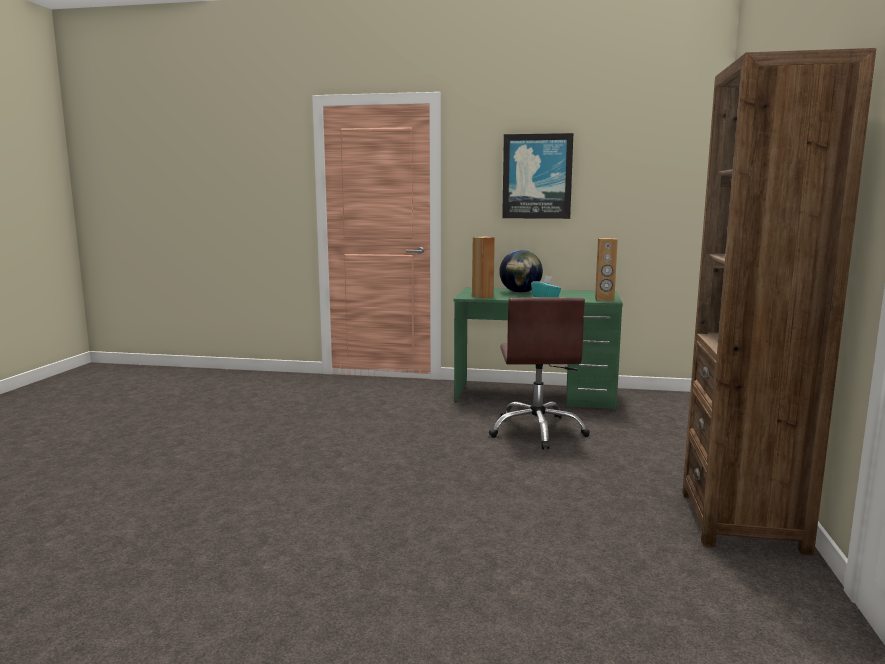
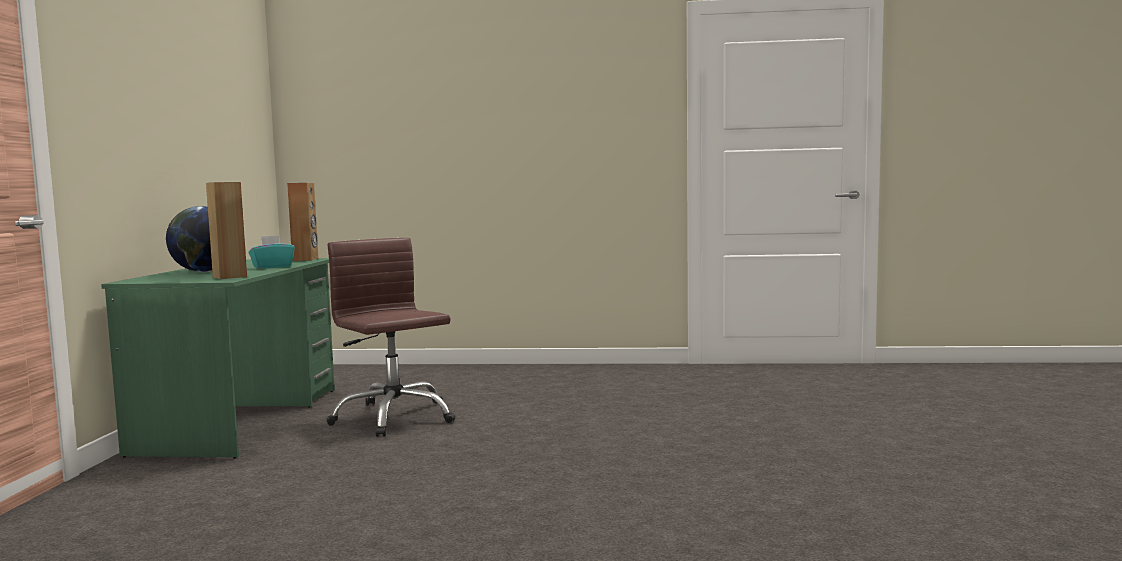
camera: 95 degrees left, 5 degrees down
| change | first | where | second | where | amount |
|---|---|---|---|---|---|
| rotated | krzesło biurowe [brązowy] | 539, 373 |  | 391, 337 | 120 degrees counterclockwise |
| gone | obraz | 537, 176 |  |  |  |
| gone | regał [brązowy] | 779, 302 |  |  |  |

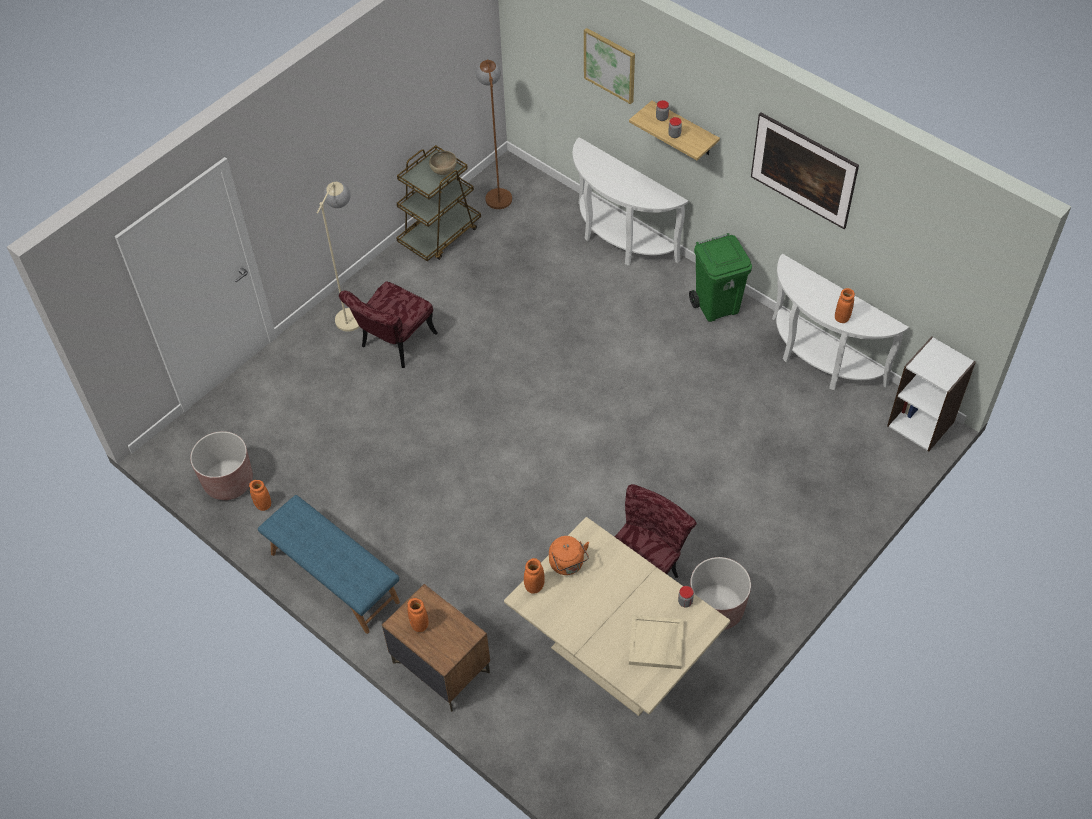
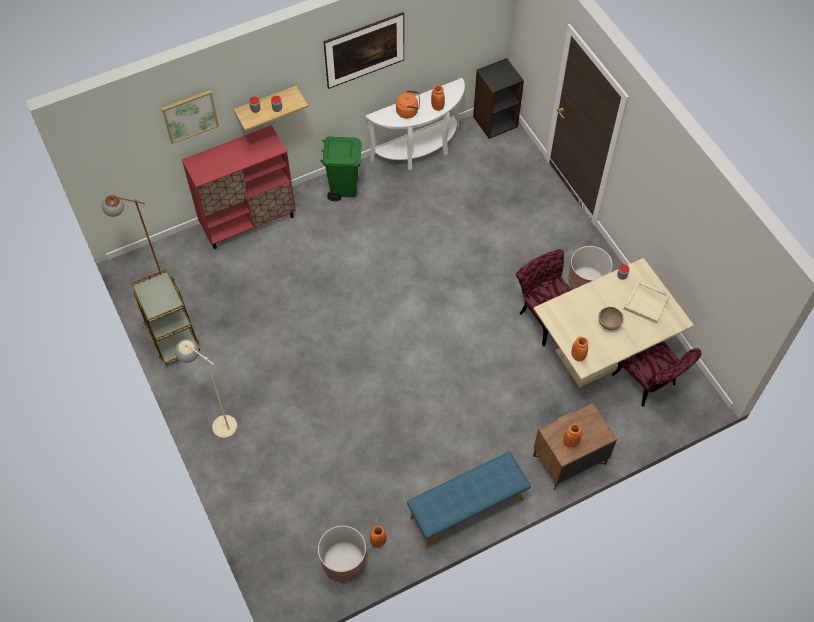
camera: 70 degrees left, 5 degrees up
| change | first | where | second | where | amount |
|---|---|---|---|---|---|
| swapped | stolik konsolowy [biały] | 630, 201 | szafka [czerwony] | 239, 187 |  |
| shifted | czajnik [pomarańczowy] | 569, 555 |  | 408, 104 |  |
| repainted | regał [biały] | 931, 394 | regał [czarny] | 498, 98 |  |
| shifted | miska [brązowy] | 443, 163 |  | 610, 318 |  |
| shifted | krzesło [czerwony] | 388, 324 |  | 657, 373 |  |

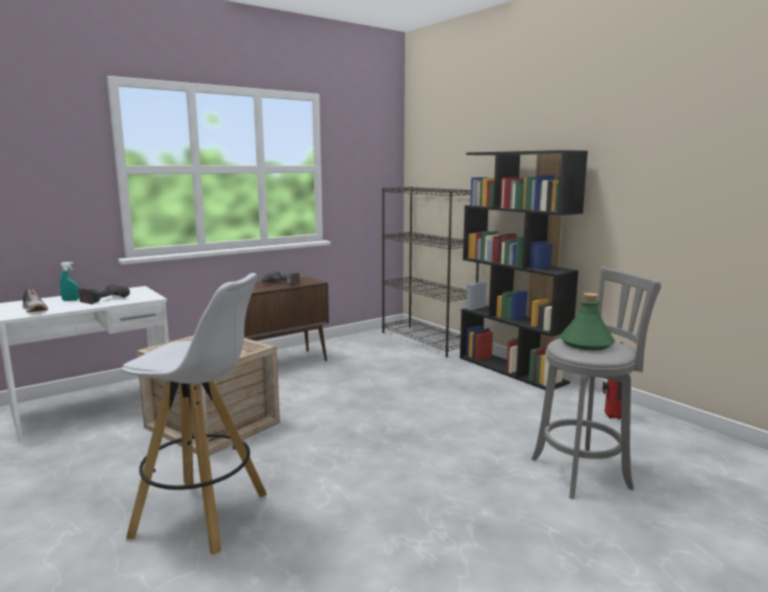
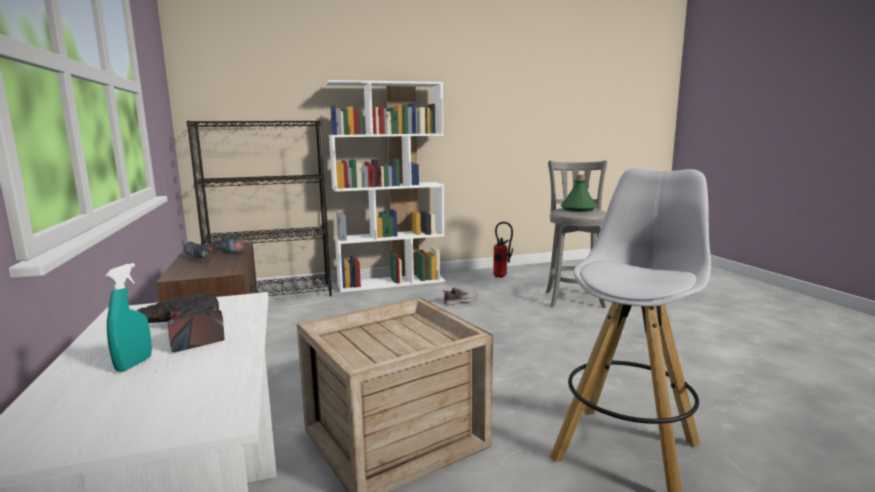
camera: 70 degrees left, 0 degrees up
| change | first | where | second | where | amount |
|---|---|---|---|---|---|
| repainted | regał [czarny] | 524, 270 | regał [biały] | 385, 186 |  |
| shifted | but | 35, 300 |  | 460, 296 |  |

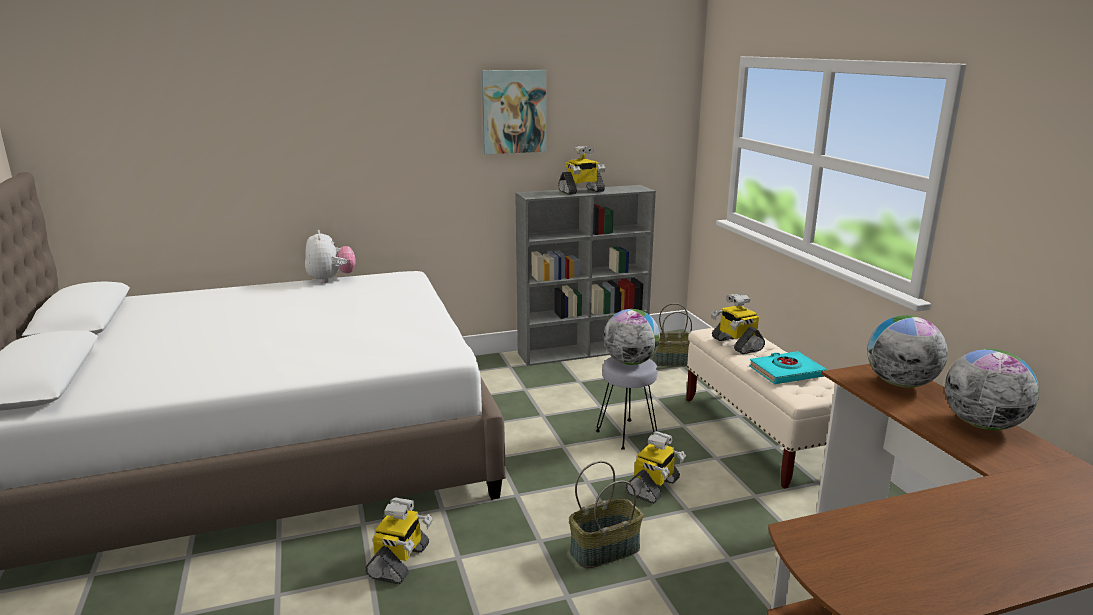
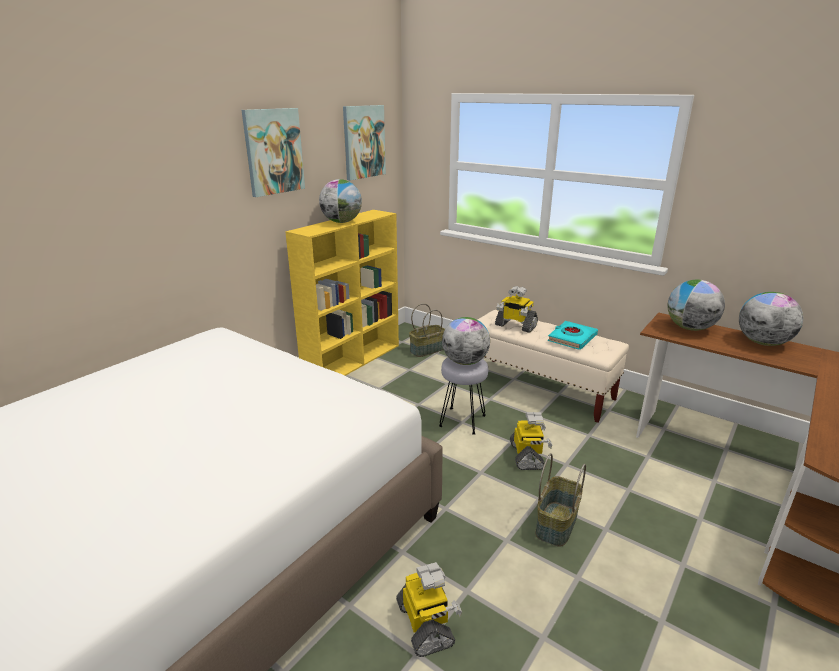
camera: 35 degrees left, 5 degrees up
| change | first | where | second | where | amount |
|---|---|---|---|---|---|
| repainted | regał [szary] | 585, 275 | regał [żółty] | 342, 293 |  |
| swapped | robot zabawkowy | 581, 170 | globus | 340, 201 |  |
| new |  |  | obraz | 364, 142 |  |
| gone | pluszak | 330, 256 |  |  |  |

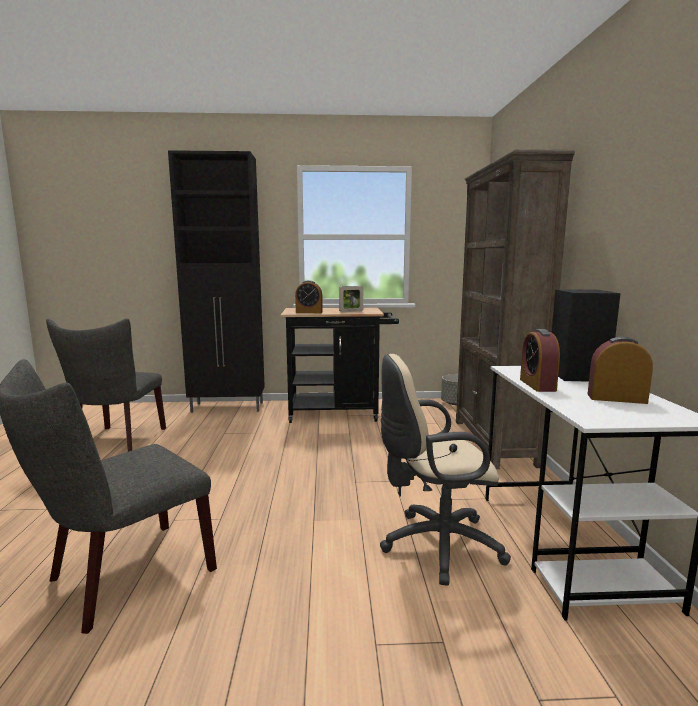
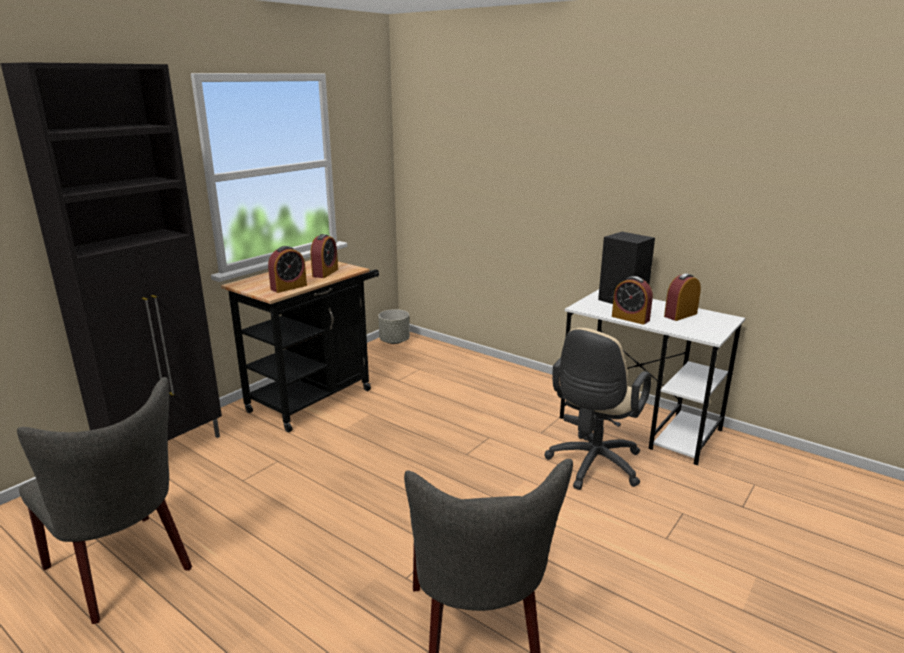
camera: 50 degrees left, 10 degrees up
| change | first | where | second | where | amount |
|---|---|---|---|---|---|
| swapped | ramka na zdjęcie | 351, 299 | budzik | 324, 256 |  |
| gone | regał [brązowy] | 515, 309 |  |  |  |

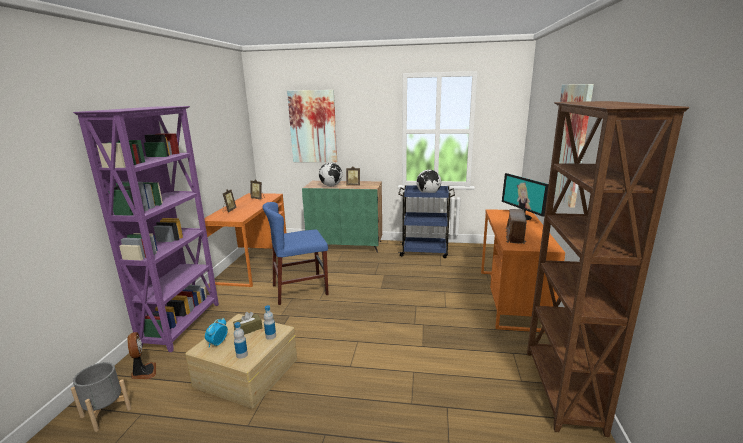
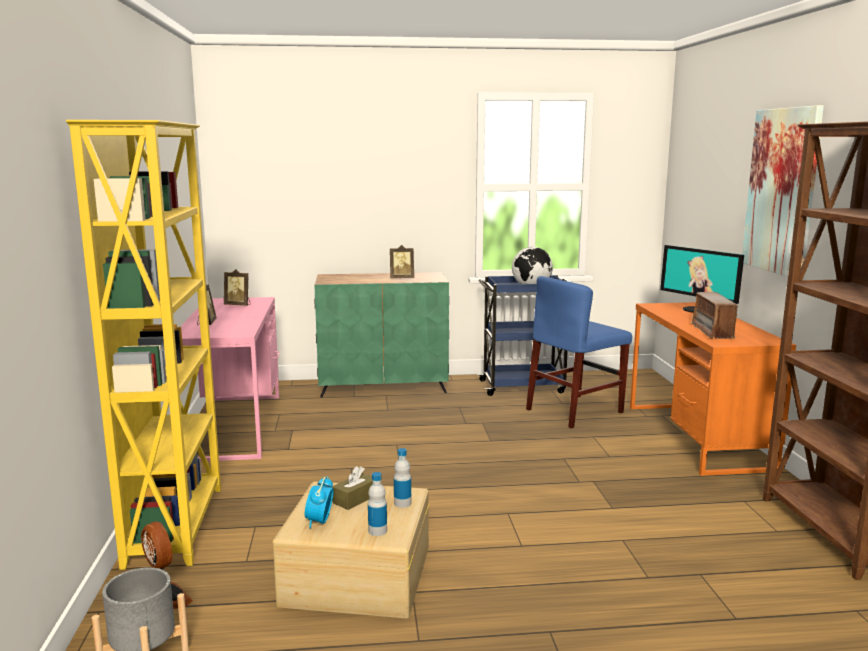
camera: 15 degrees left, 5 degrees down
| change | first | where | second | where | amount |
|---|---|---|---|---|---|
| repainted | regał [fioletowy] | 146, 229 | regał [żółty] | 143, 345 |  |
| repainted | biurko [pomarańczowy] | 245, 240 | biurko [różowy] | 230, 379 |  |
| shifted | krzesło [niebieski] | 295, 253 |  | 579, 352 |  |
| gone | obraz | 312, 126 |  |  |  |
| gone | globus | 330, 174 |  |  |  |

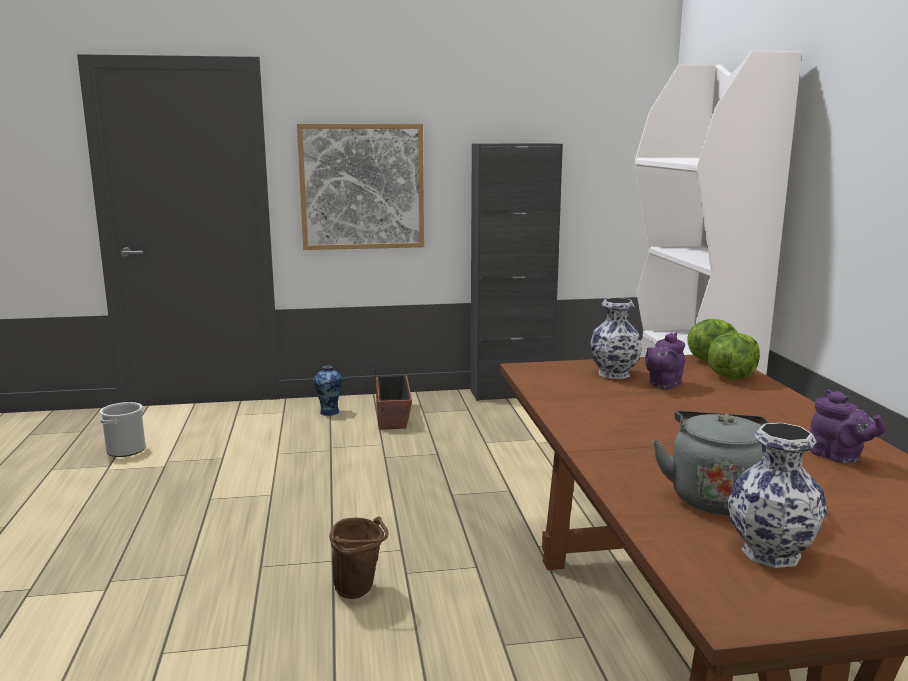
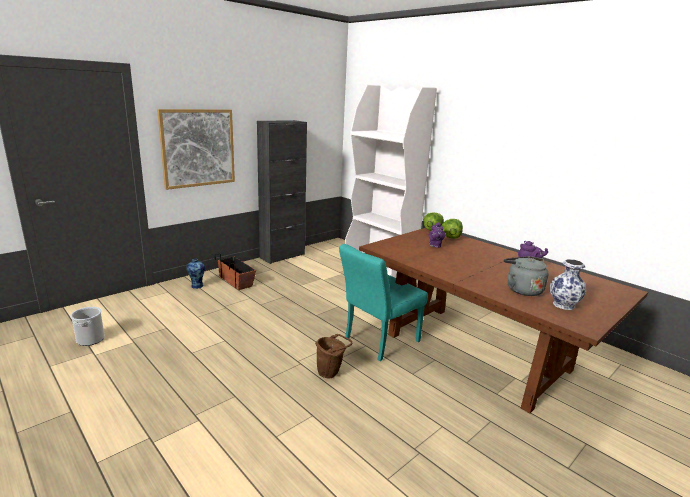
camera: 35 degrees left, 5 degrees up
| change | first | where | second | where | amount |
|---|---|---|---|---|---|
| new |  |  | krzesło [turkusowy] | 383, 302 |  |
| gone | wazon | 616, 338 |  |  |  |

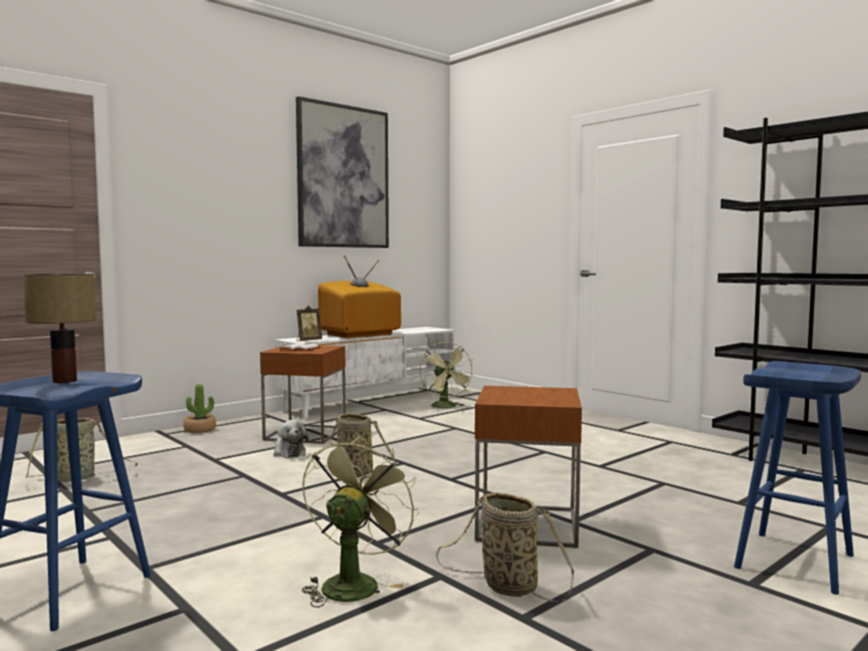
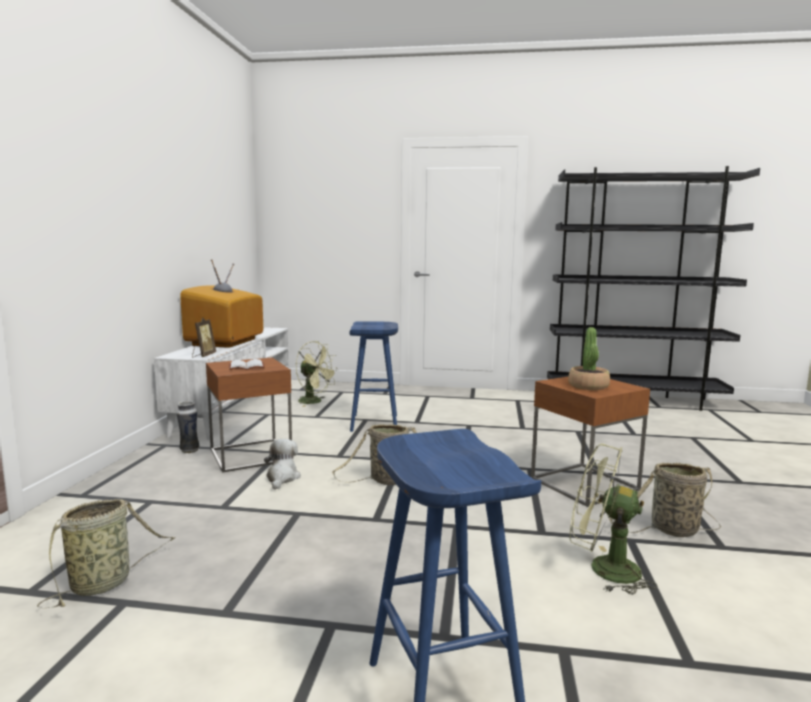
camera: 40 degrees left, 5 degrees up
| change | first | where | second | where | amount |
|---|---|---|---|---|---|
| new |  |  | wazon | 187, 427 |  |
| rotated | pluszak | 291, 439 |  | 282, 464 | 105 degrees counterclockwise |
| shifted | stołek [niebieski] | 797, 478 |  | 374, 376 |  |
| shifted | roślina doniczkowa | 199, 408 |  | 589, 358 |  |
| rotated | wentylator [zielony] | 360, 521 |  | 613, 519 | 45 degrees counterclockwise |
| gone | lampa stołowa | 60, 328 |  |  |  |
| gone | obraz | 342, 172 |  |  |  |

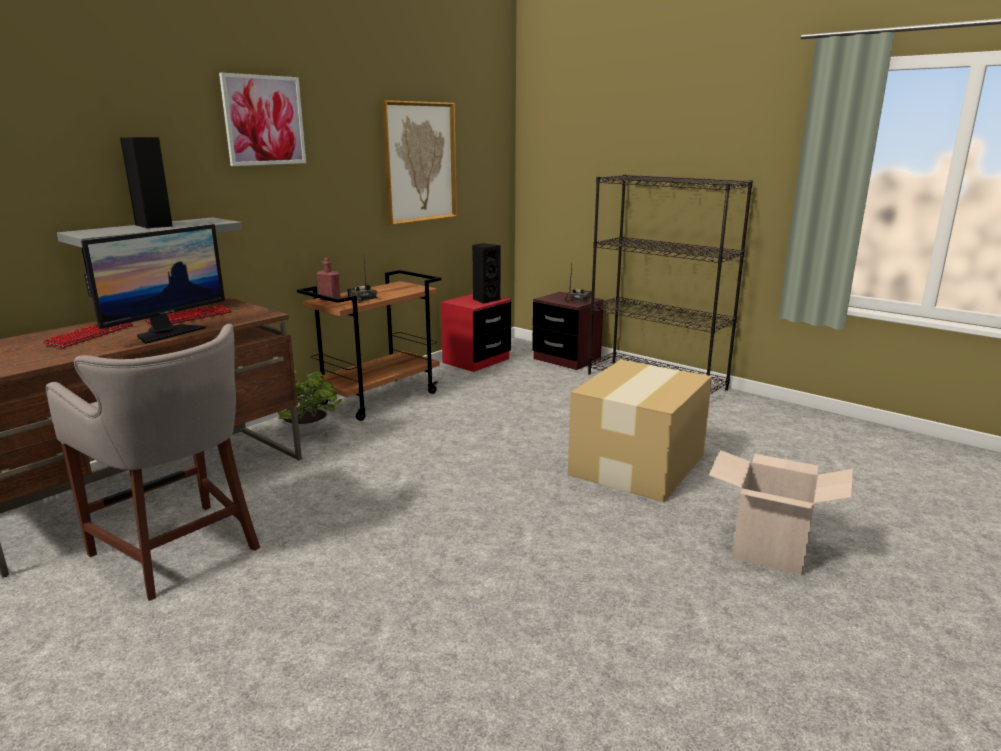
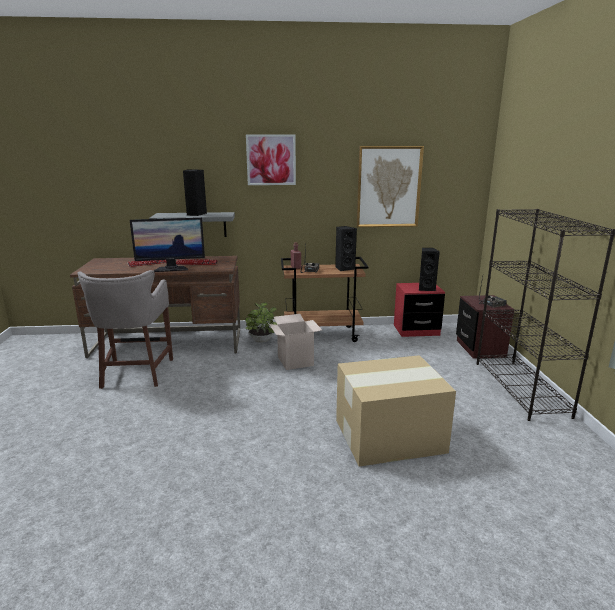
camera: 45 degrees right, 0 degrees up
| change | first | where | second | where | amount |
|---|---|---|---|---|---|
| shifted | karton | 781, 513 |  | 295, 342 |  |
| new |  |  | głośnik [czarny] | 346, 248 |  |

